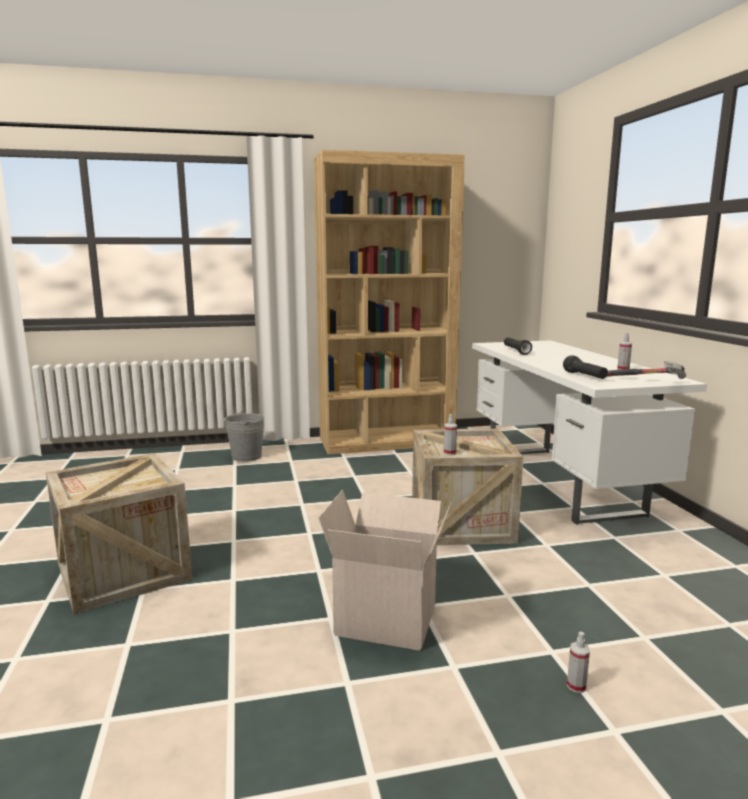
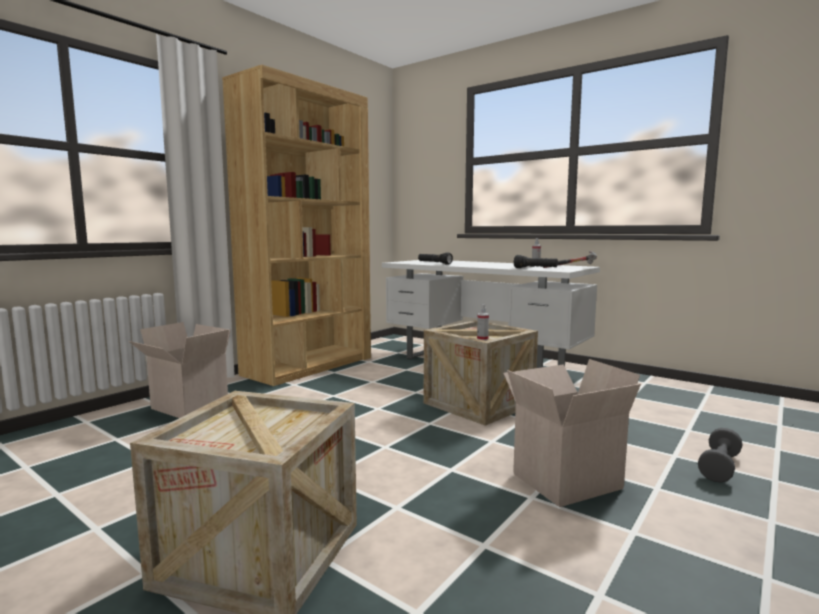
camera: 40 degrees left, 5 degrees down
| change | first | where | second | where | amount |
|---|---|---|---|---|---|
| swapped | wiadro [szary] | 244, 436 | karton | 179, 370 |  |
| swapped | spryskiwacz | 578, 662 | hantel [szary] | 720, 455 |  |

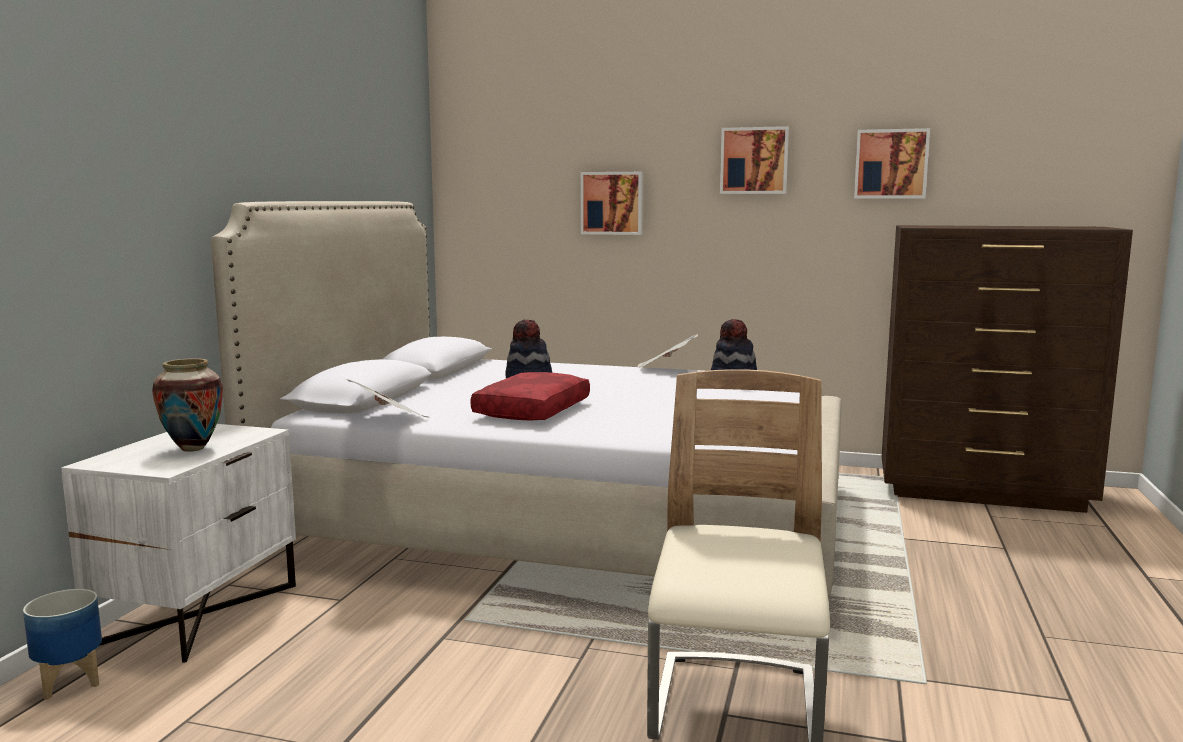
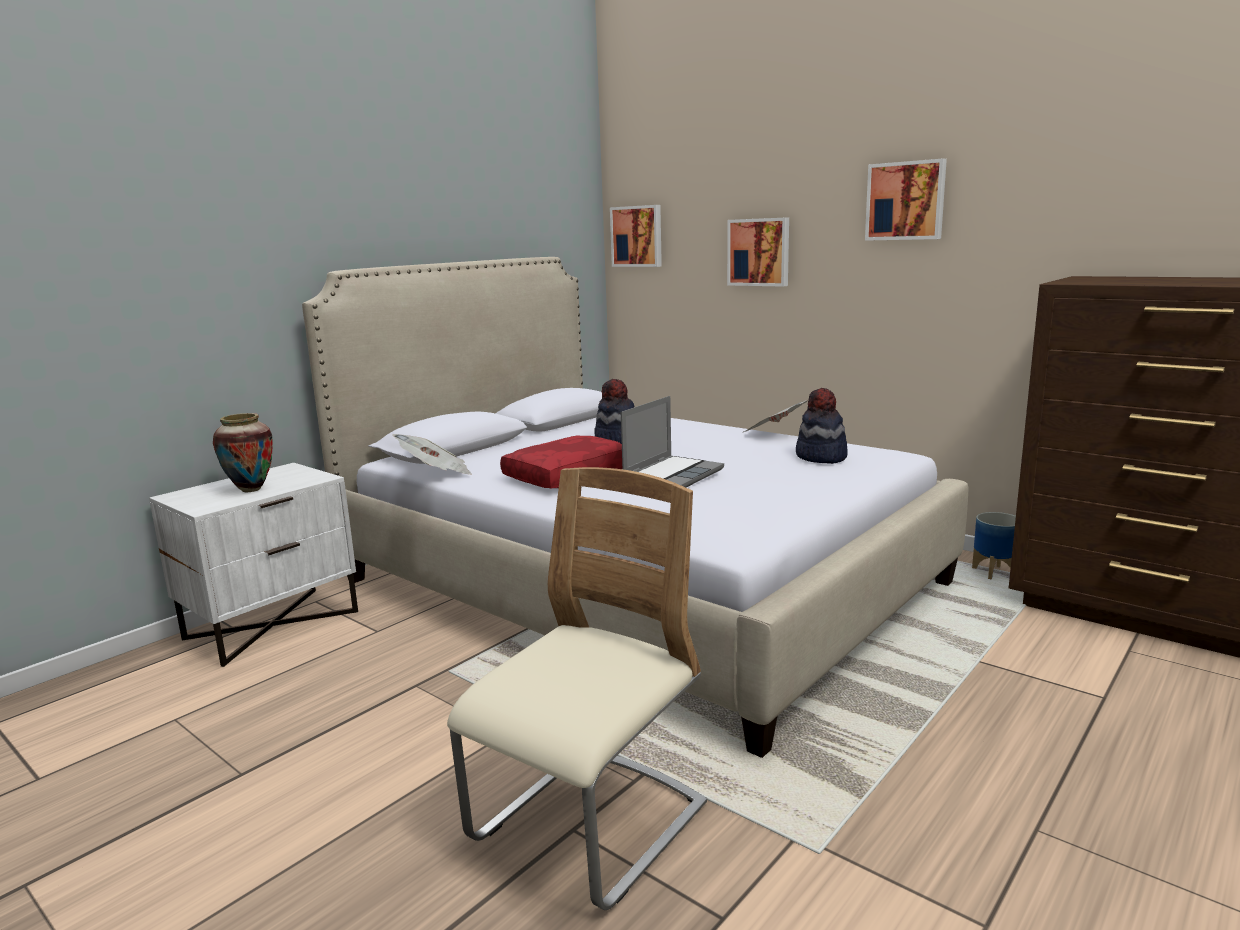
camera: 25 degrees right, 5 degrees up
| change | first | where | second | where | amount |
|---|---|---|---|---|---|
| shifted | obraz | 892, 163 |  | 636, 236 |  |
| new |  |  | laptop | 672, 441 |  |
| shifted | donica | 62, 644 |  | 994, 545 |  |

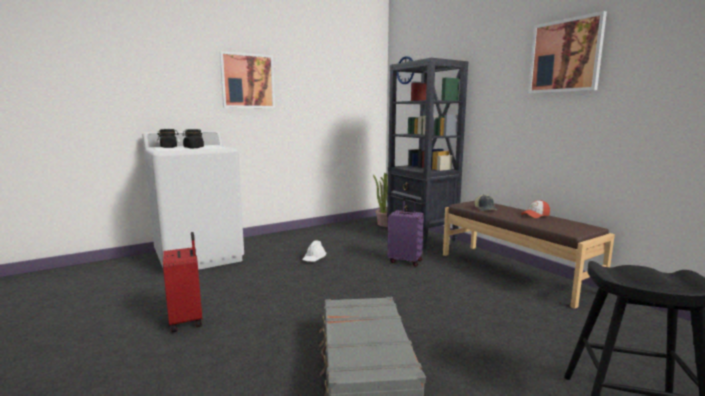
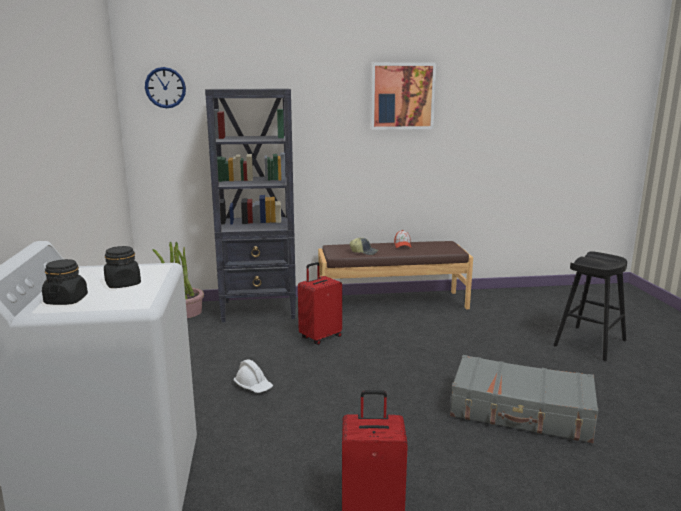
camera: 65 degrees left, 5 degrees up
| change | first | where | second | where | amount |
|---|---|---|---|---|---|
| repainted | walizka [fioletowy] | 406, 232 | walizka [czerwony] | 320, 303 |  |
| gone | obraz | 247, 79 |  |  |  |

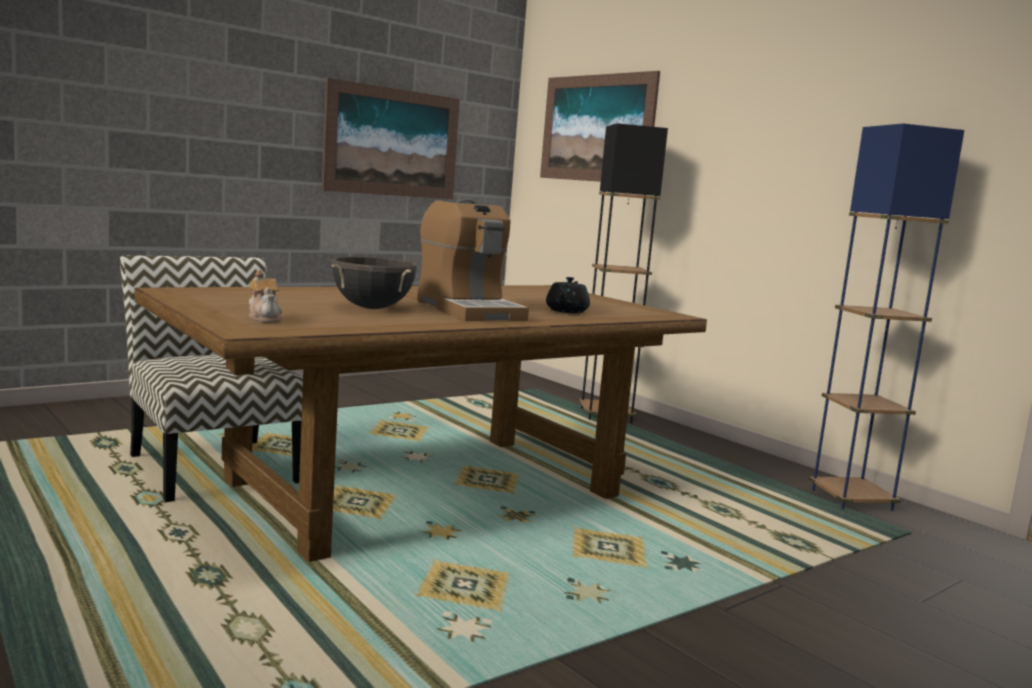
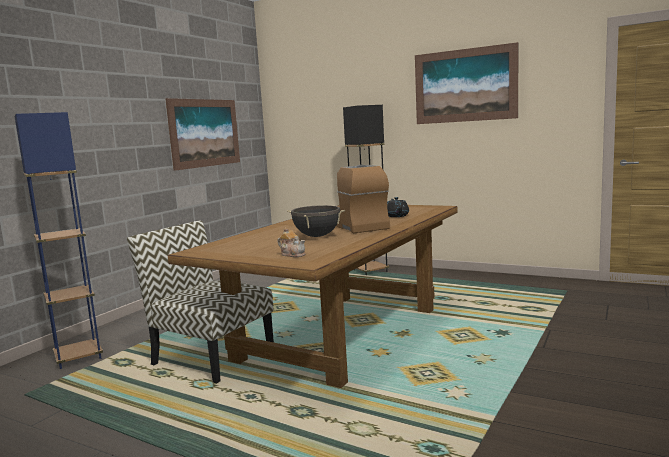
camera: 20 degrees left, 0 degrees up
| change | first | where | second | where | amount |
|---|---|---|---|---|---|
| shifted | lampa stojąca [niebieski] | 886, 317 |  | 59, 240 |  |
| rotated | ekspres do kawy | 473, 260 |  | 363, 199 | 150 degrees counterclockwise |
| shifted | obraz | 600, 126 |  | 466, 83 |  |

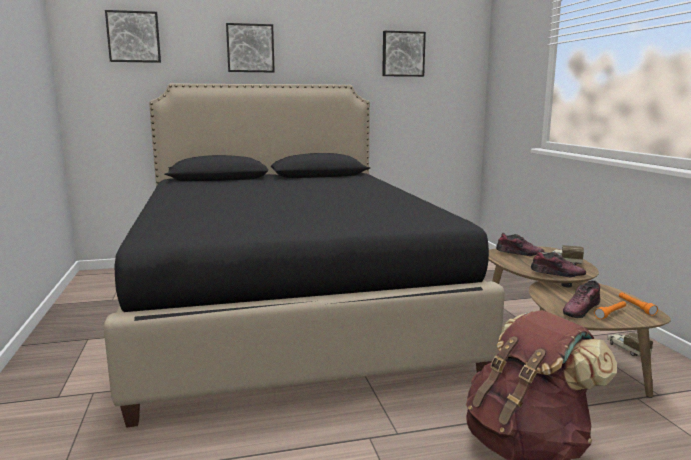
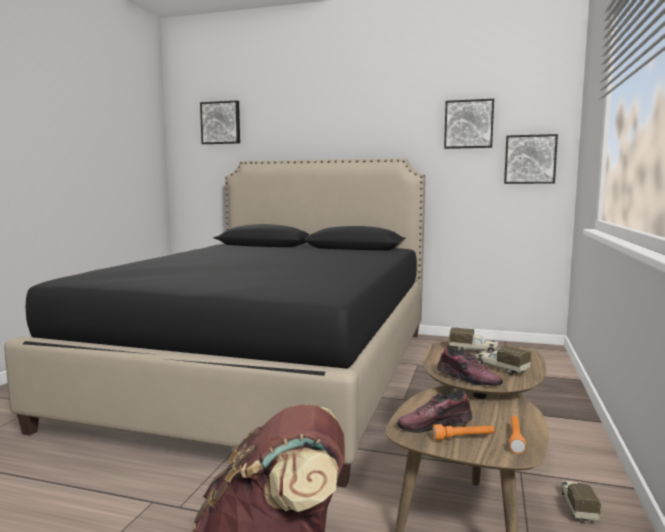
camera: 30 degrees right, 5 degrees down
| change | first | where | second | where | amount |
|---|---|---|---|---|---|
| swapped | but | 520, 244 | ciężarówka zabawkowa | 474, 340 |  |
| shifted | obraz | 250, 47 |  | 531, 159 |  |

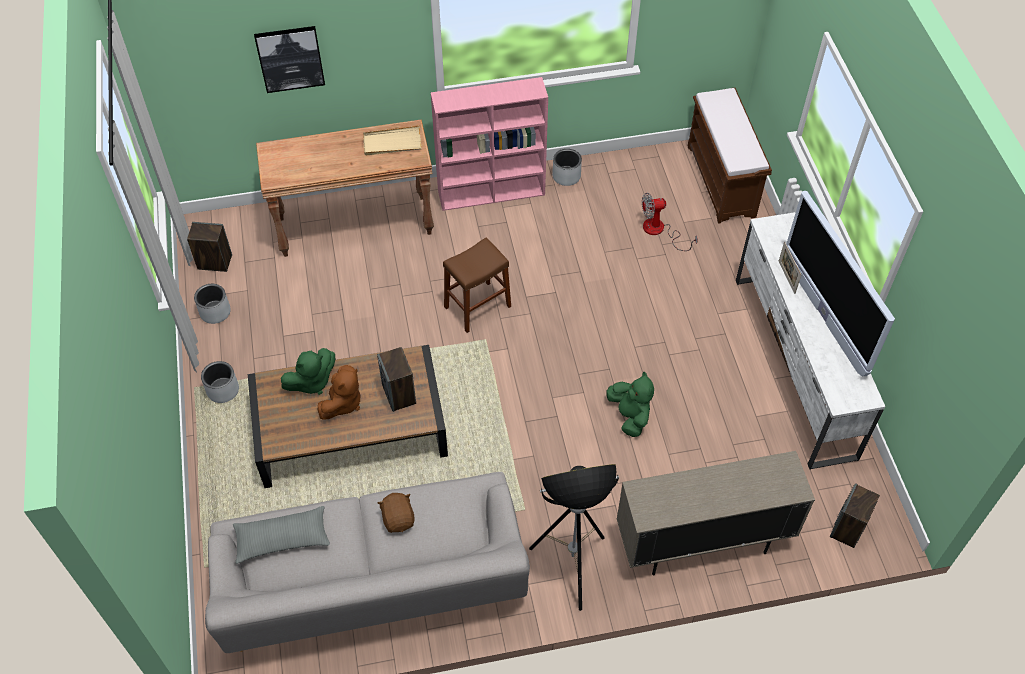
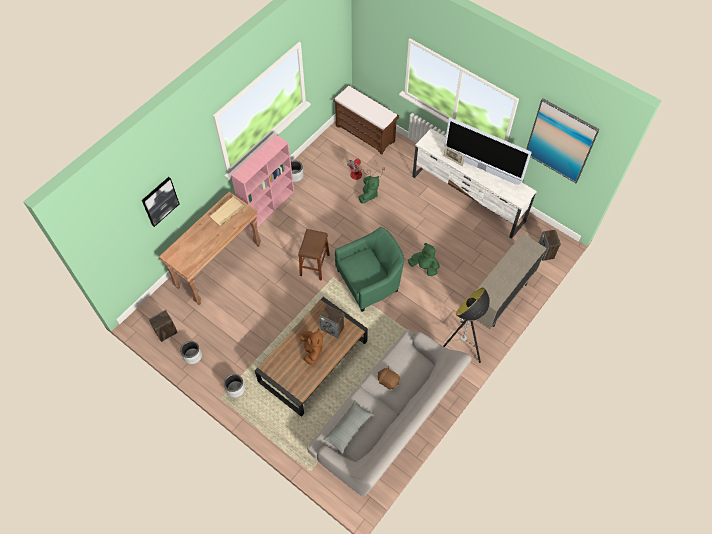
camera: 40 degrees left, 5 degrees up
| change | first | where | second | where | amount |
|---|---|---|---|---|---|
| new |  |  | fotel [zielony] | 369, 269 |  |
| shifted | pluszak [zielony] | 308, 371 |  | 368, 189 |  |
| new |  |  | obraz | 563, 140 |  |

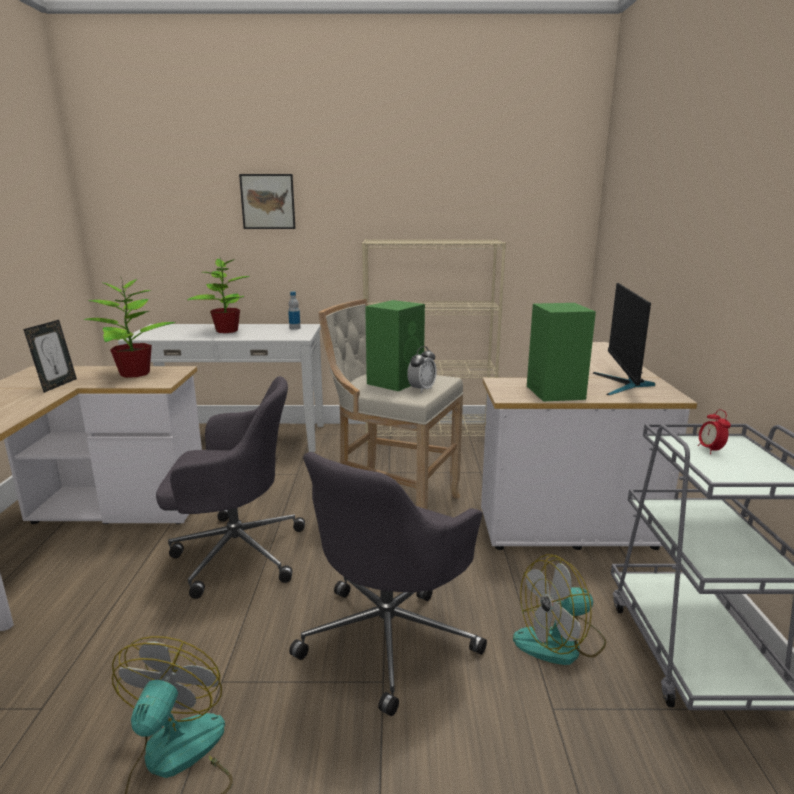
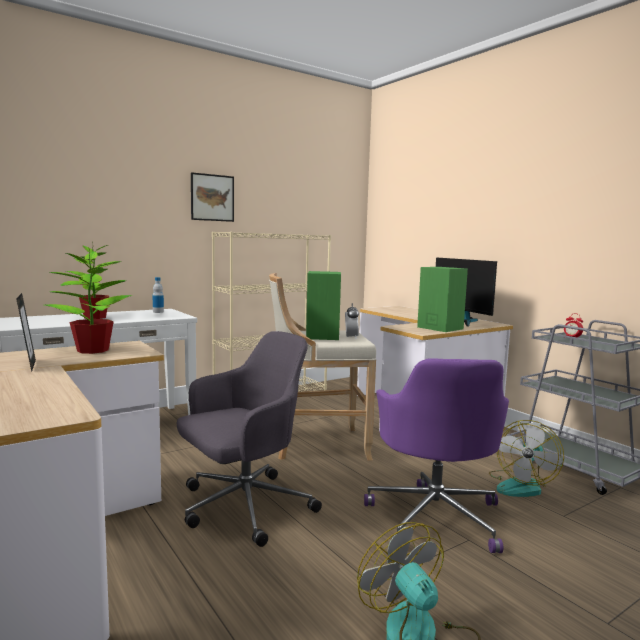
camera: 35 degrees left, 10 degrees down
| change | first | where | second | where | amount |
|---|---|---|---|---|---|
| shifted | obraz | 267, 201 |  | 212, 197 |  |
| repainted | krzesło biurowe [szary] | 388, 584 | krzesło biurowe [fioletowy] | 436, 455 |  |

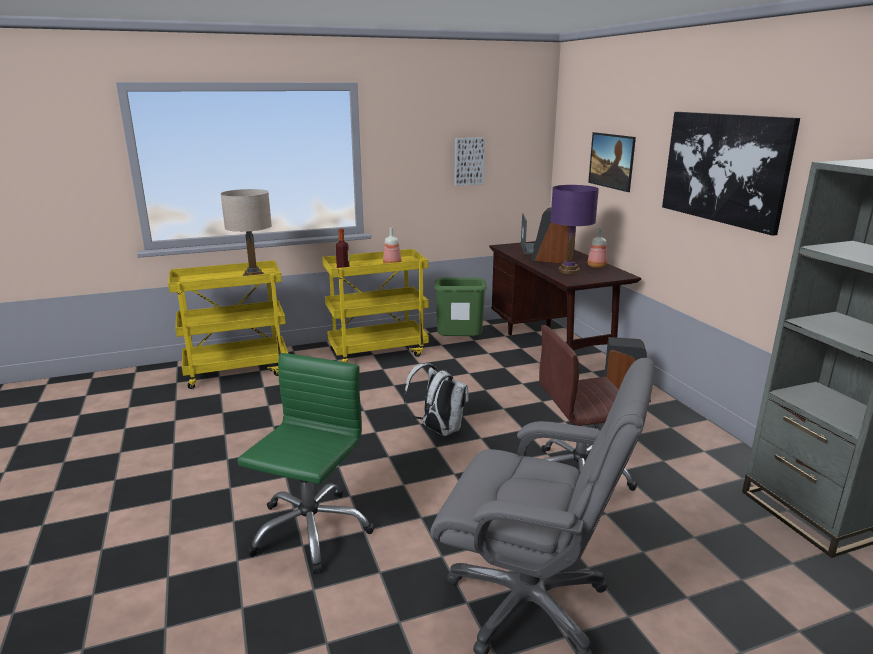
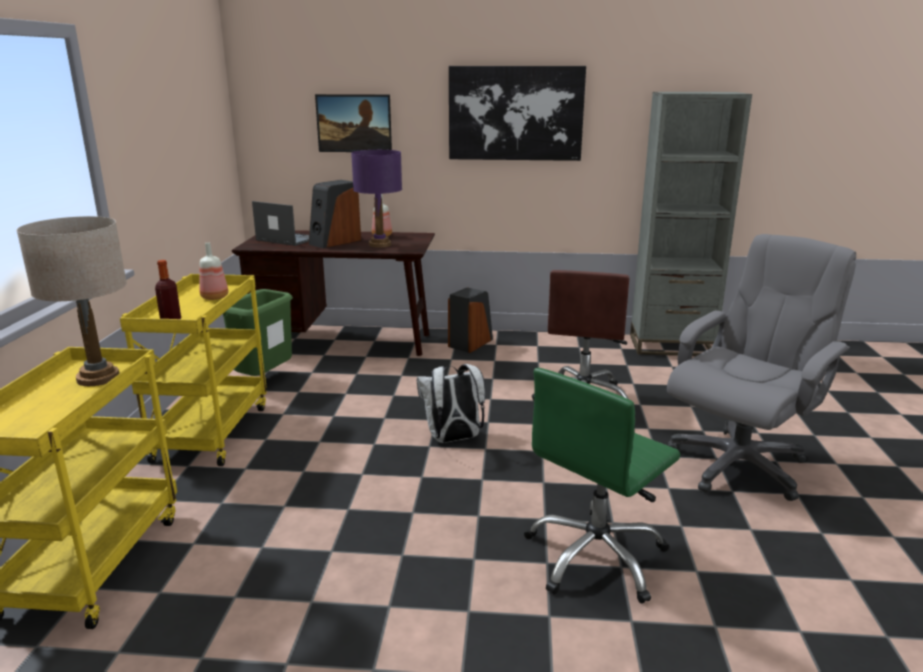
camera: 65 degrees left, 0 degrees up
| change | first | where | second | where | amount |
|---|---|---|---|---|---|
| rotated | krzesło biurowe [zielony] | 305, 463 |  | 602, 486 | 90 degrees counterclockwise |
| gone | obraz | 469, 161 |  |  |  |

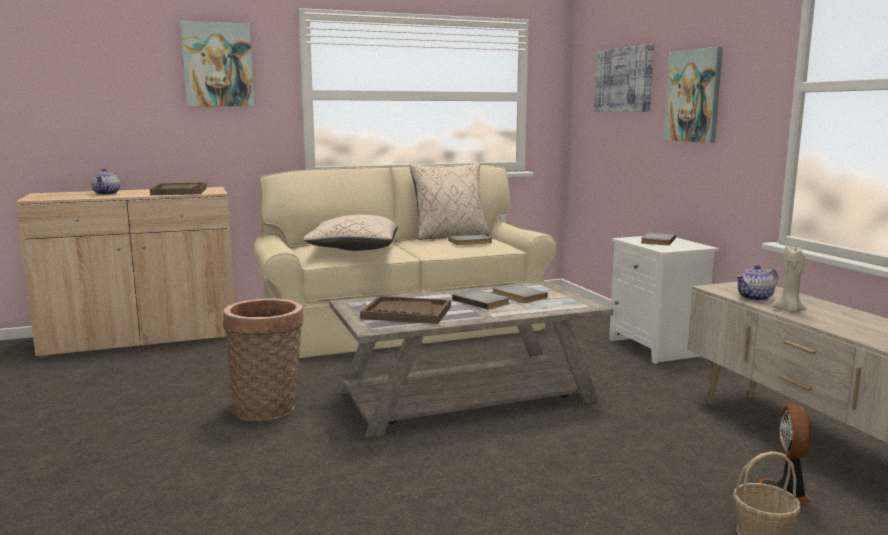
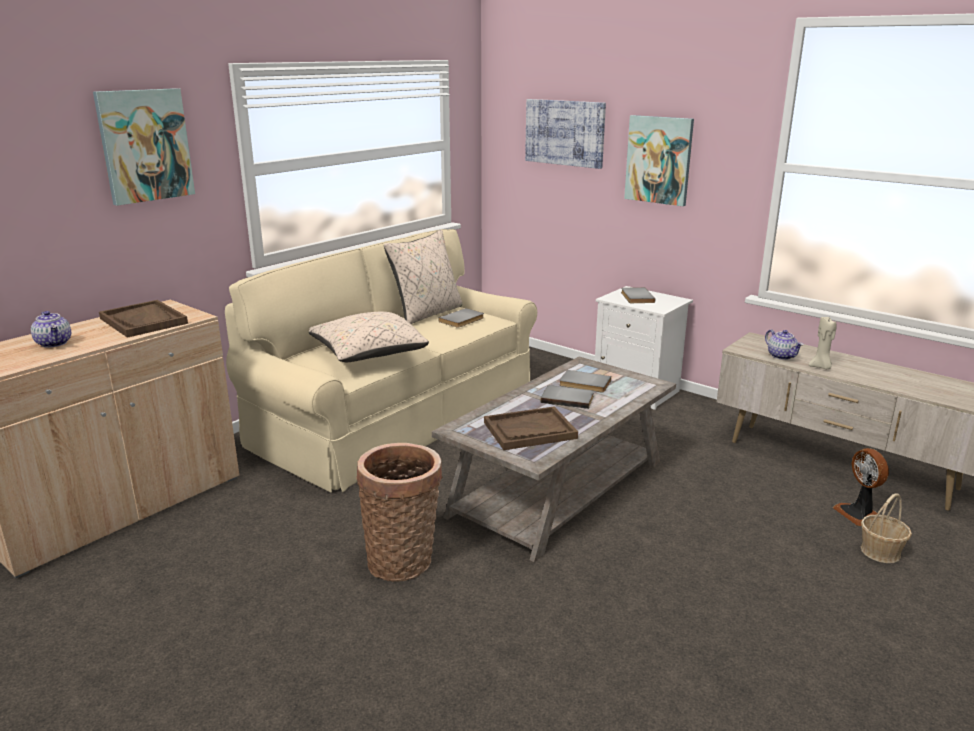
camera: 30 degrees left, 10 degrees up
| change | first | where | second | where | amount |
|---|---|---|---|---|---|
| rotated | imbryk | 756, 283 |  | 784, 344 | 60 degrees counterclockwise |

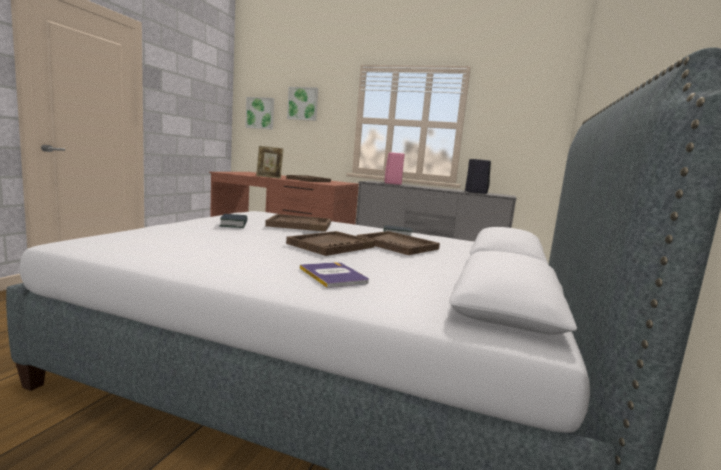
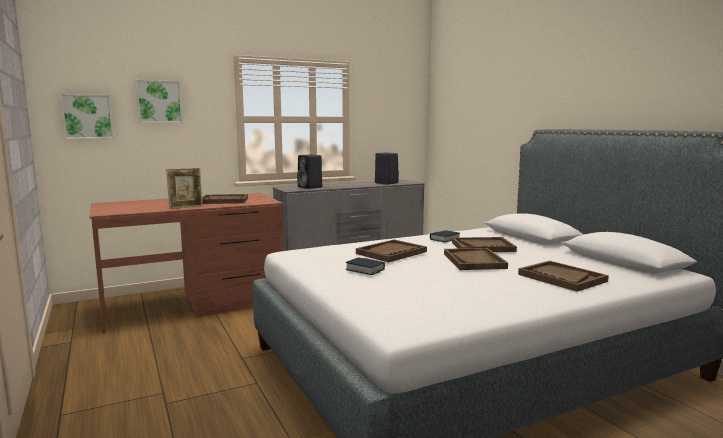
camera: 45 degrees left, 0 degrees up
| change | first | where | second | where | amount |
|---|---|---|---|---|---|
| repainted | głośnik [różowy] | 395, 168 | głośnik [czarny] | 309, 171 |  |
| swapped | książka | 334, 275 | taca [brązowy] | 563, 276 |  |

